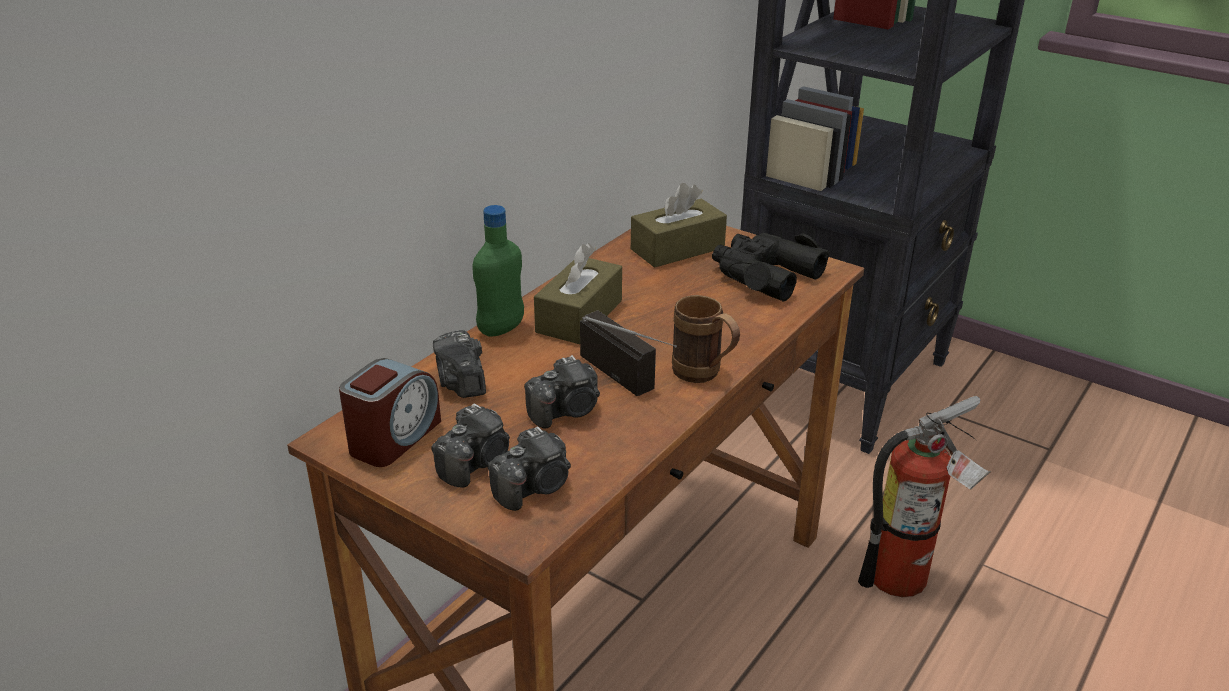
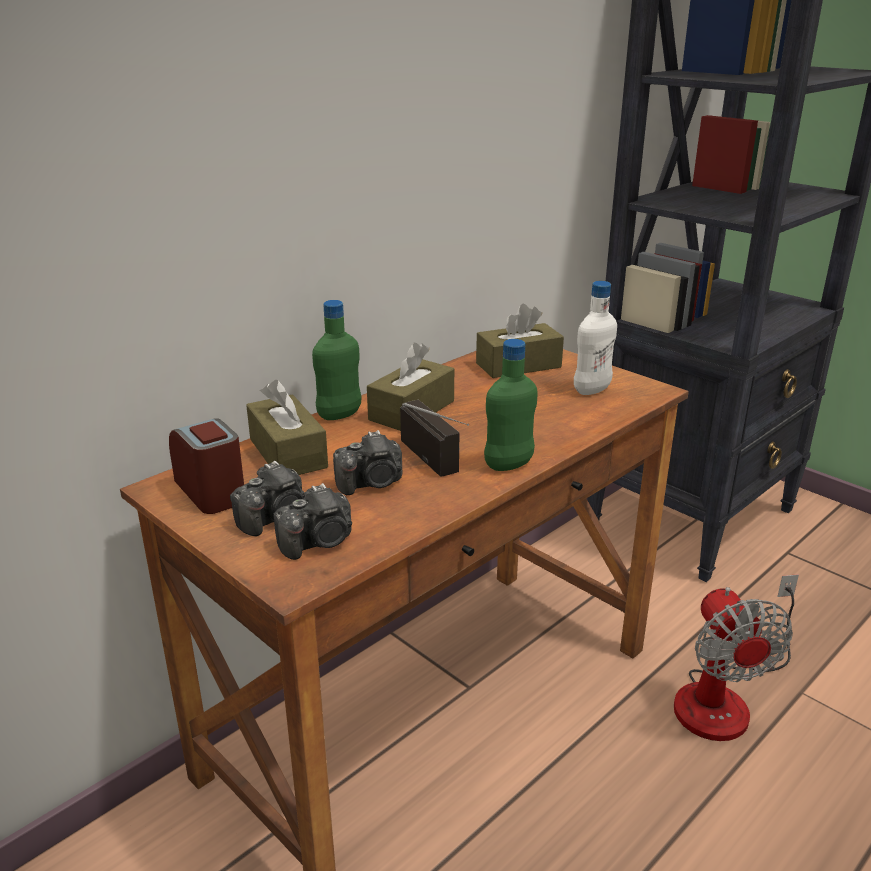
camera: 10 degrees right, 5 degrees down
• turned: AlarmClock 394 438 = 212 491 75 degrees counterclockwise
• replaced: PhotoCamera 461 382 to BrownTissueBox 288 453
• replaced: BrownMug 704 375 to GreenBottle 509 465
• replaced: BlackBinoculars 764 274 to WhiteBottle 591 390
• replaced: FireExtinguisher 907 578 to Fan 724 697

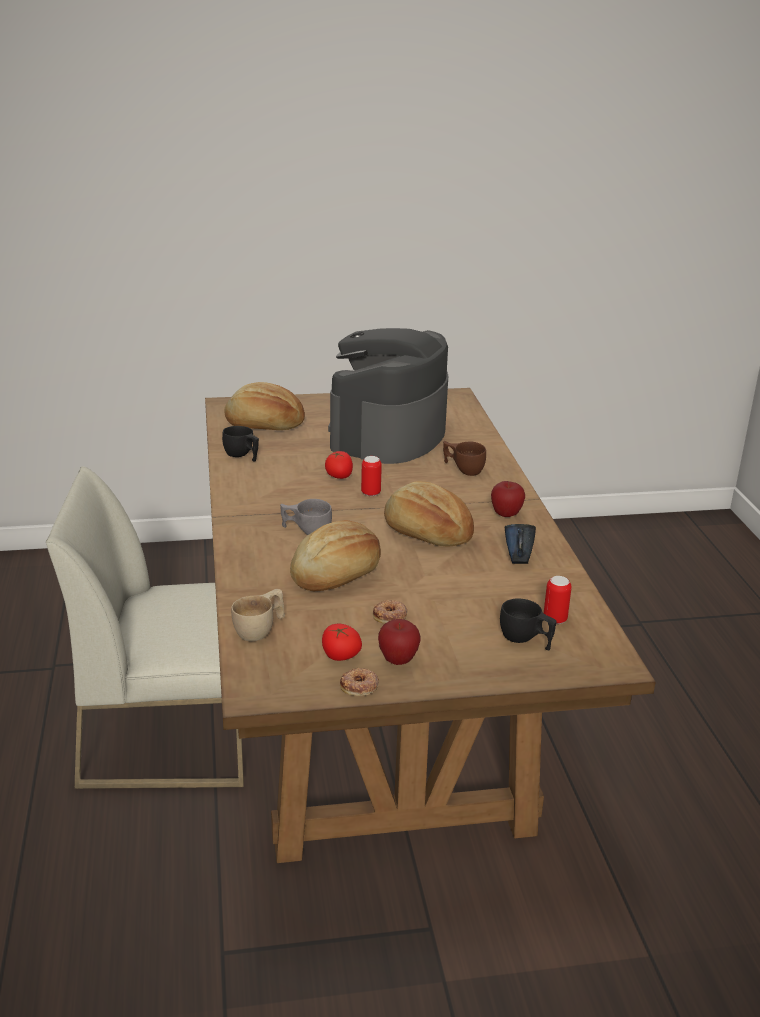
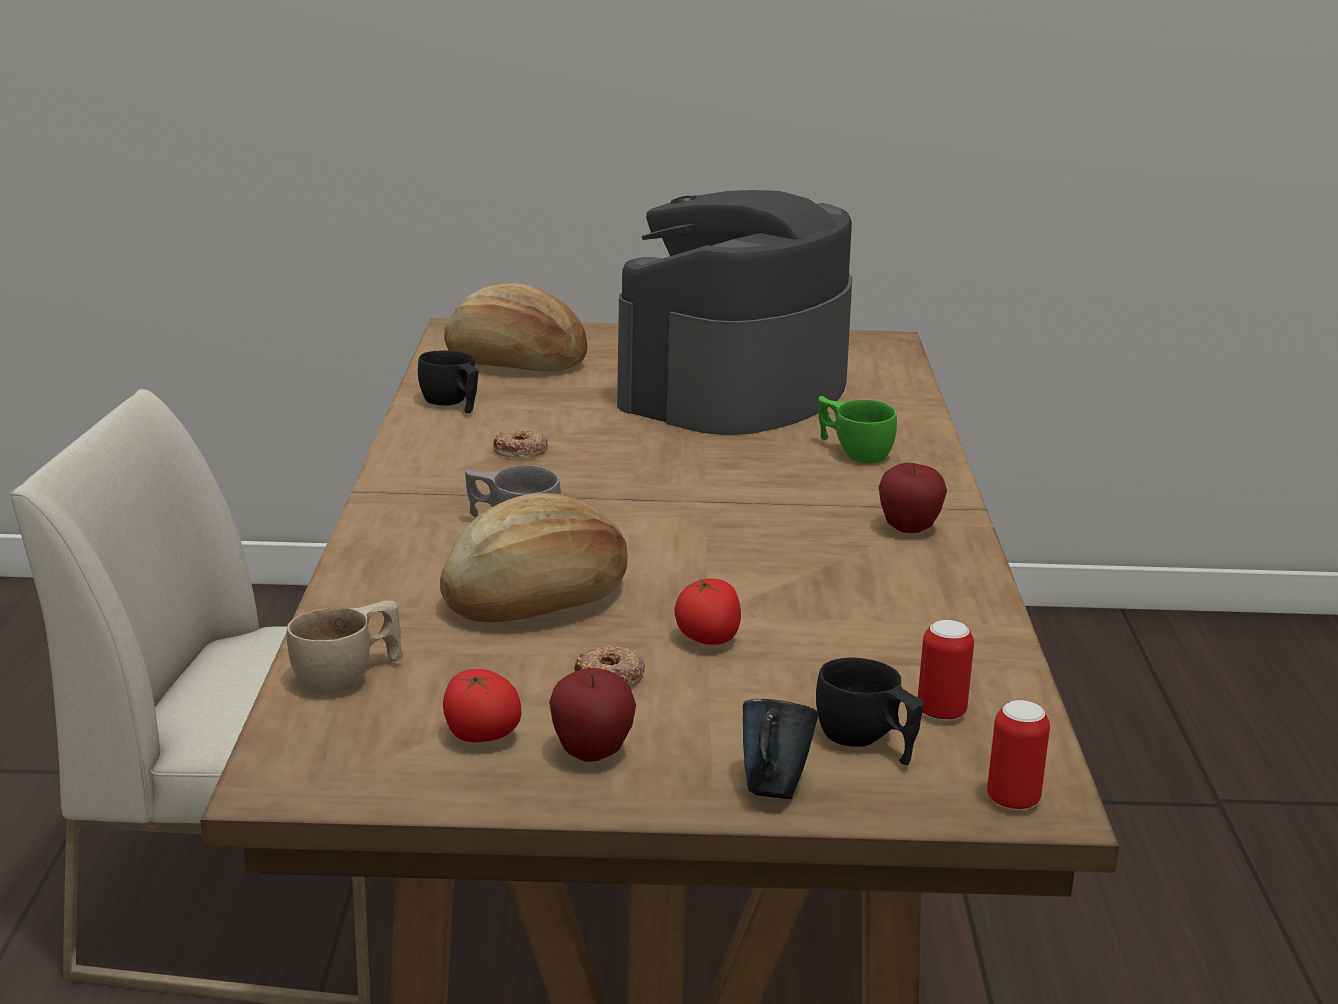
camera: 10 degrees right, 5 degrees down
• moved: Tomato 339 476 to 708 639
• moved: Donut 359 686 to 521 450
• moved: Can 370 493 to 1013 801
• removed: Bread 426 533
• recoloured: BrownCup 463 469 to GreenCup 853 452
• moved: BlueMug 517 560 to 772 789

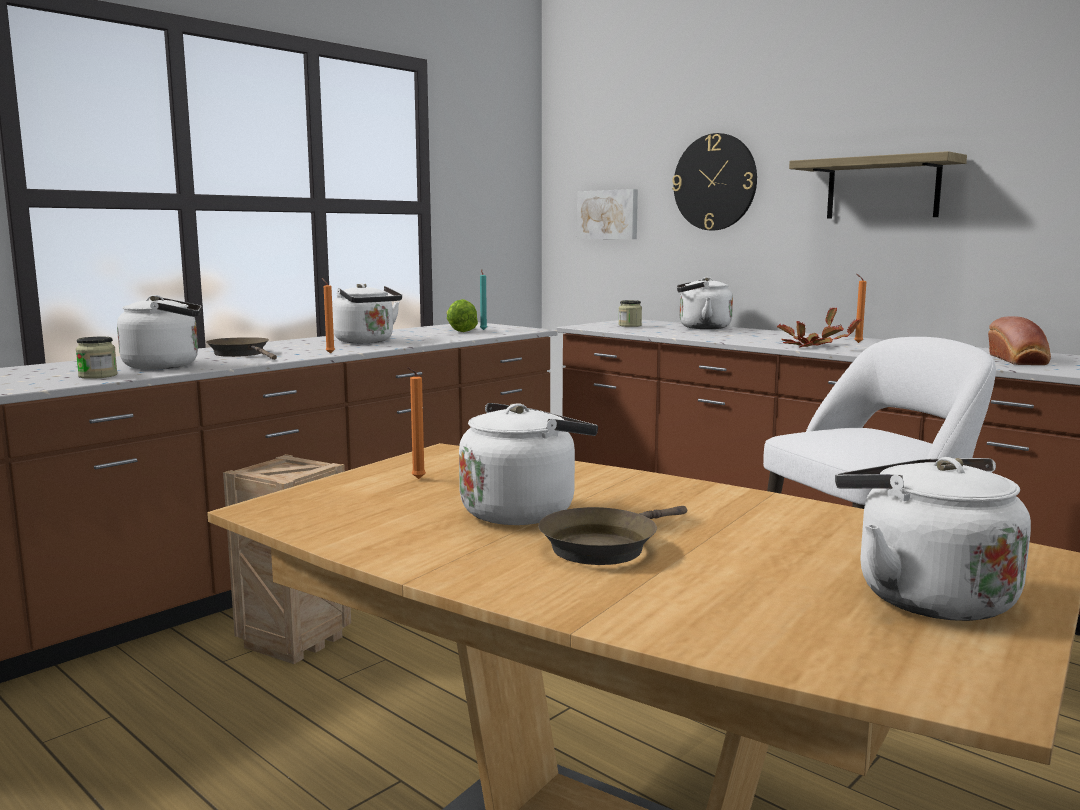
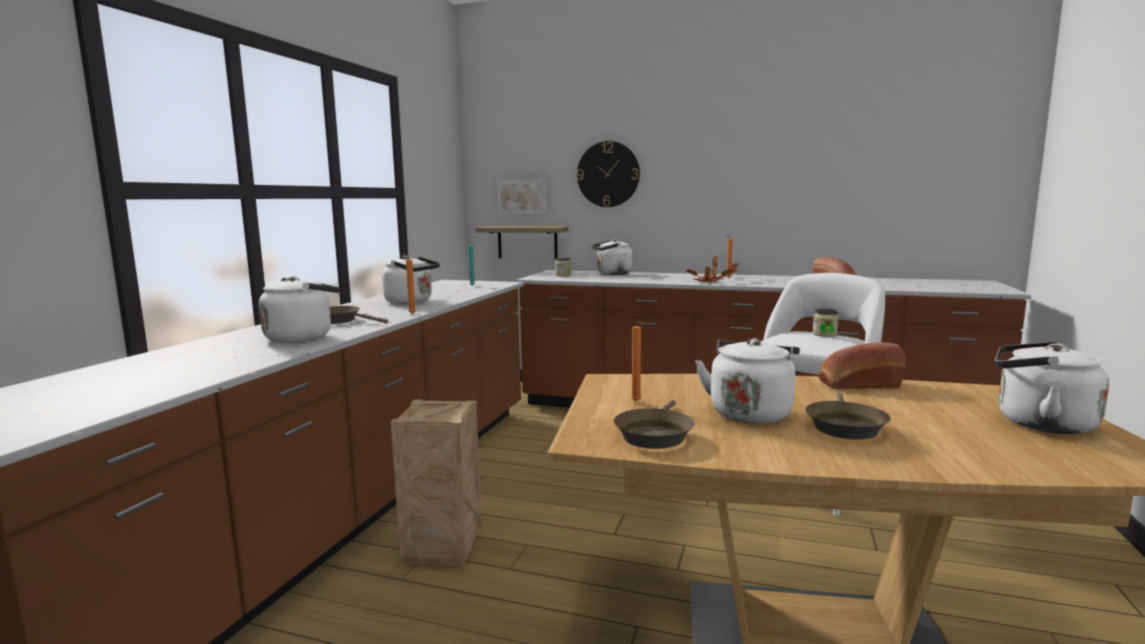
camera: 25 degrees left, 0 degrees up
• moved: Jar 98 376 to 824 334
• removed: Lettuce 459 331
• moved: Shelf 882 188 to 527 242
• added: BrownFryingPan 654 434
• added: Bread 857 384

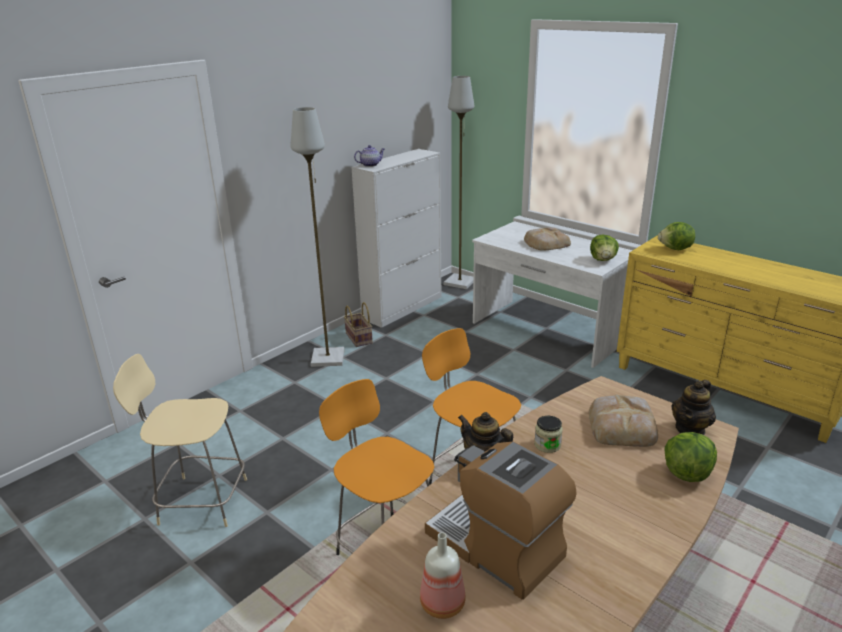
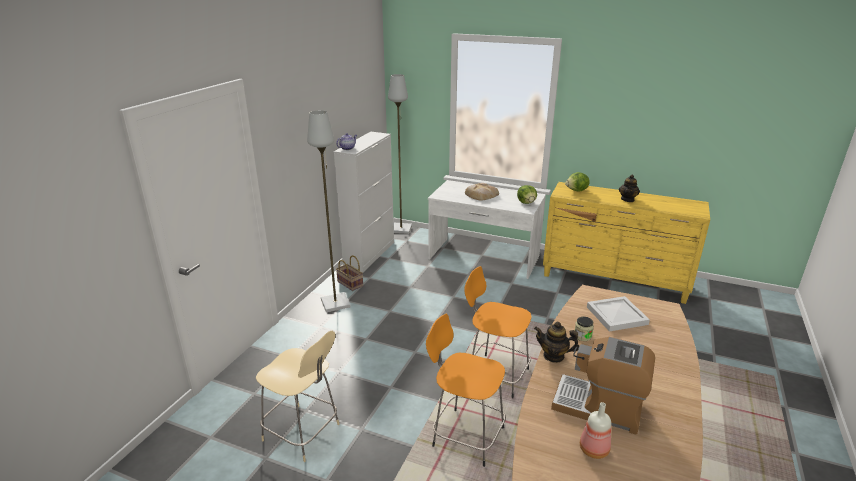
camera: 20 degrees left, 0 degrees up
• turned: BeigeChair 200 501 = 303 433 135 degrees counterclockwise
• replaced: Bread 622 426 to WhiteTray 617 315
• removed: Lettuce 687 473
• moved: Teapot 690 429 to 627 199

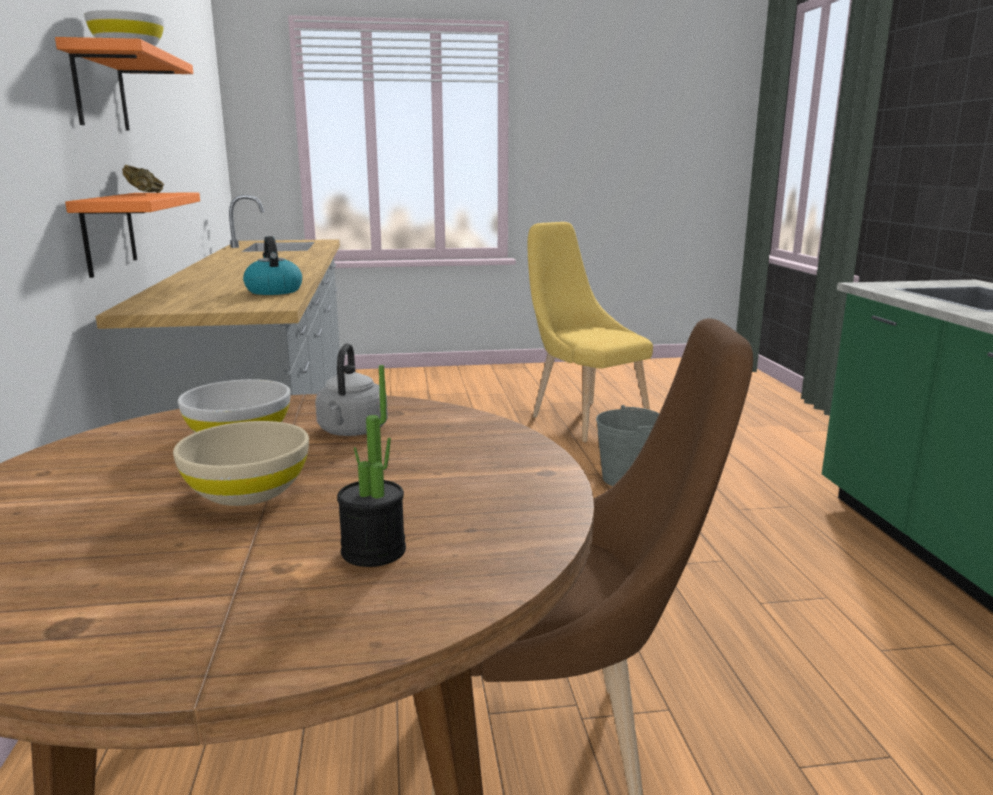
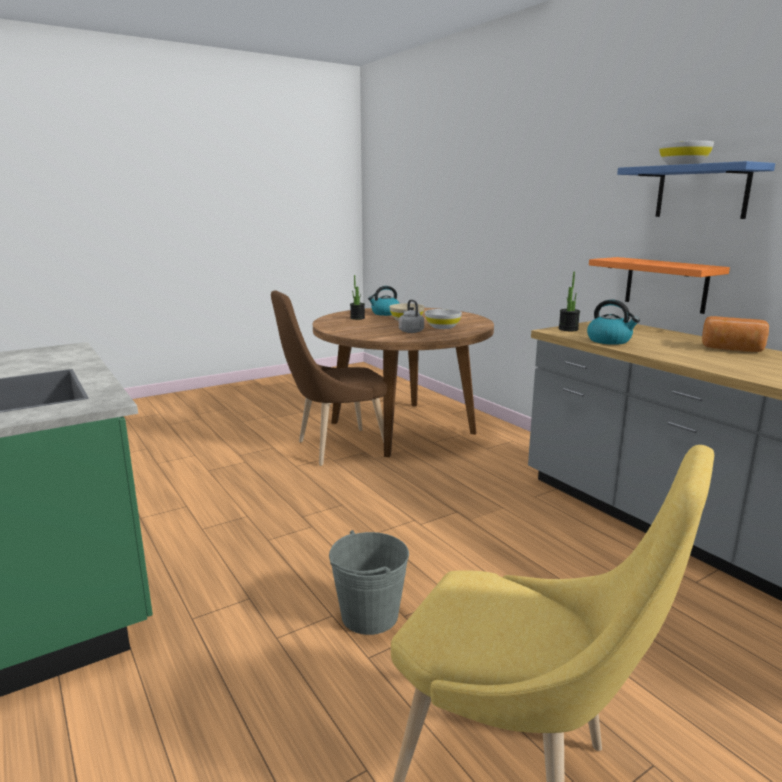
camera: 155 degrees right, 0 degrees up
• recoloured: OrangeShelf 100 90 to BlueShelf 701 192
• removed: BrownBowl 146 193
• added: Kettle 385 313
• added: PottedPlant 568 329
• added: Bread 732 349

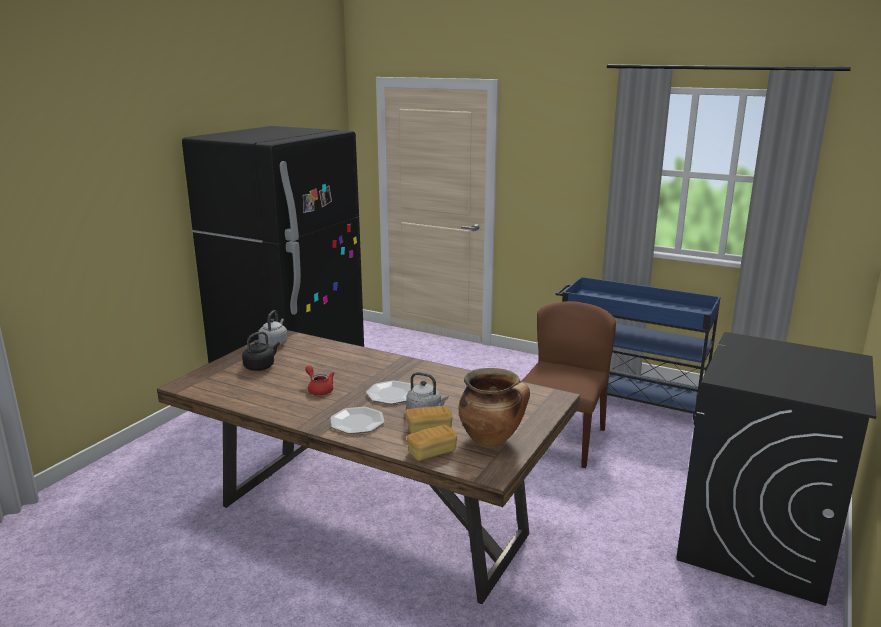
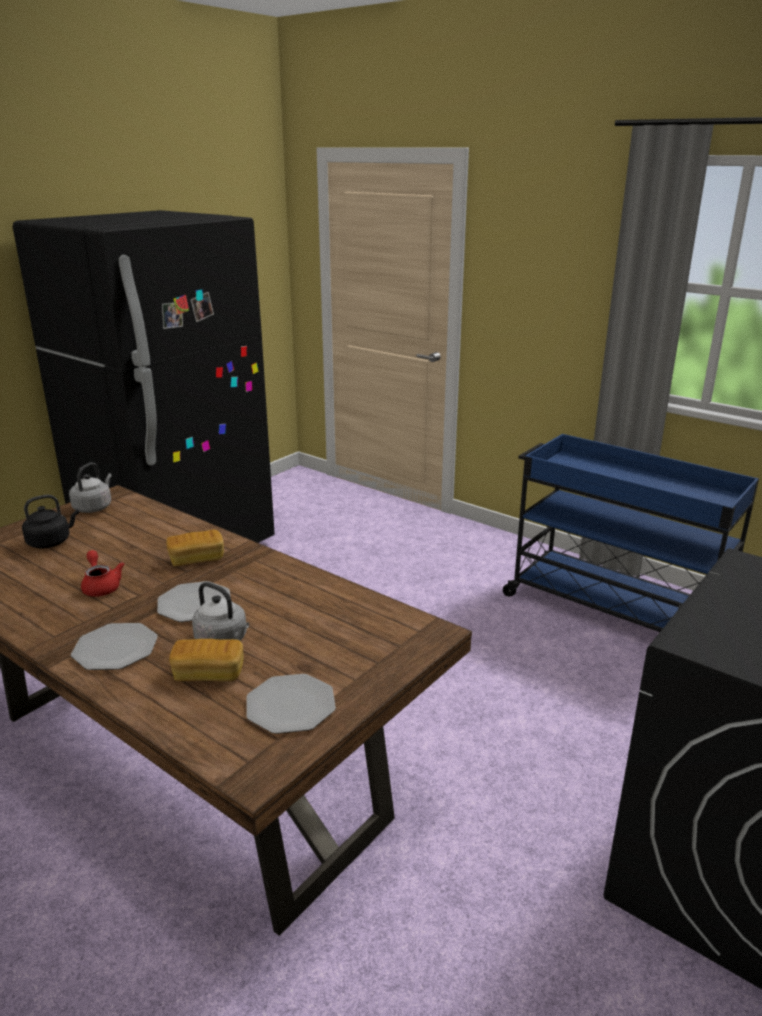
camera: 10 degrees right, 5 degrees up
• moved: Bread 432 452 to 196 559
• replaced: CookingPot 492 440 to Plate 291 705
• removed: BrownChair 561 440

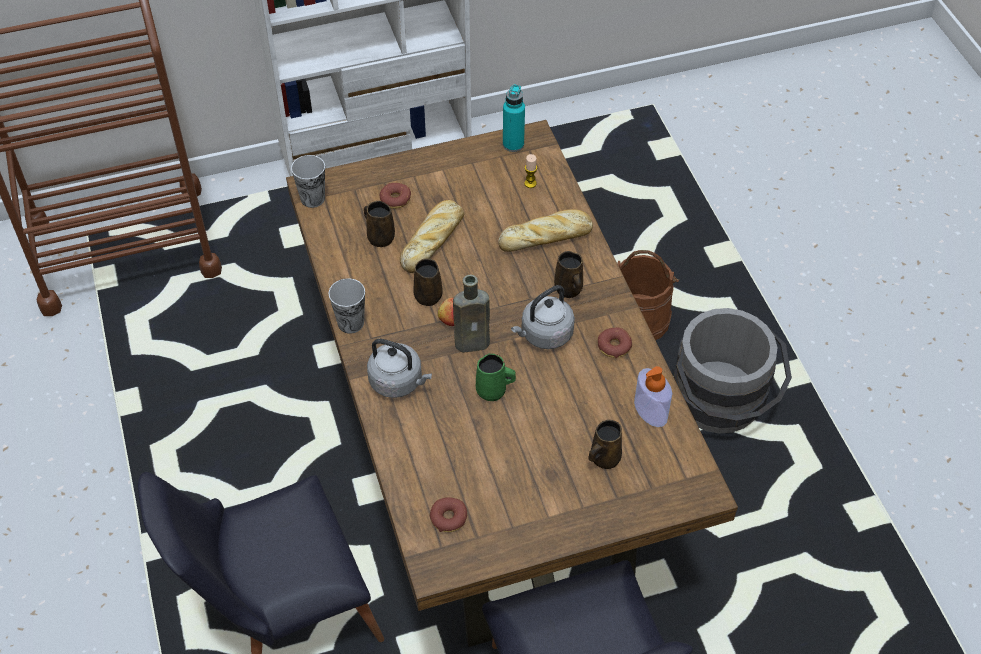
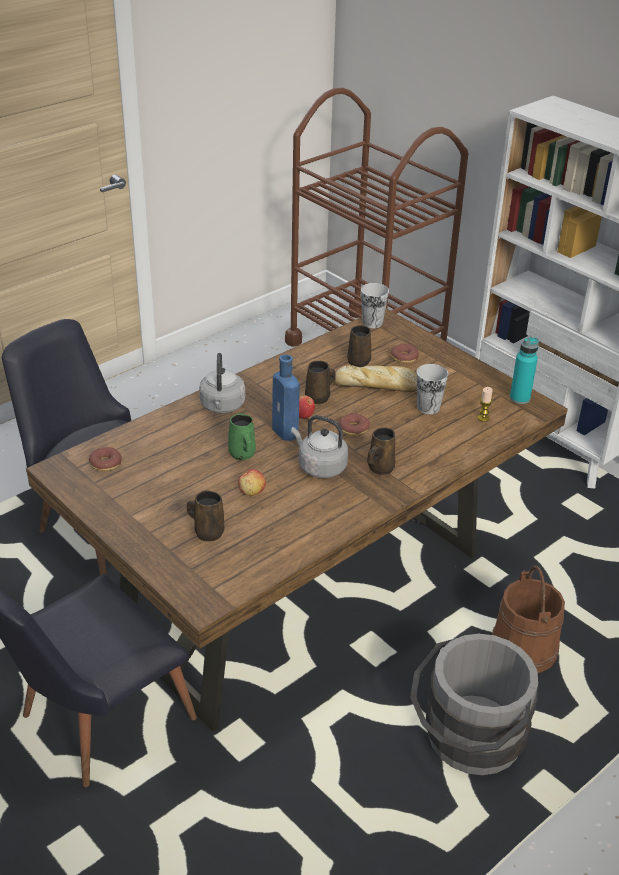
camera: 65 degrees right, 15 degrees down
• moved: Cup 350 323 to 428 407
• recoloured: BrownBottle 474 342 to BlueBottle 286 433
• removed: Bread 547 236
• moved: Donut 614 346 to 353 429
• removed: SoapDispenser 650 410
• added: Apple 252 491

